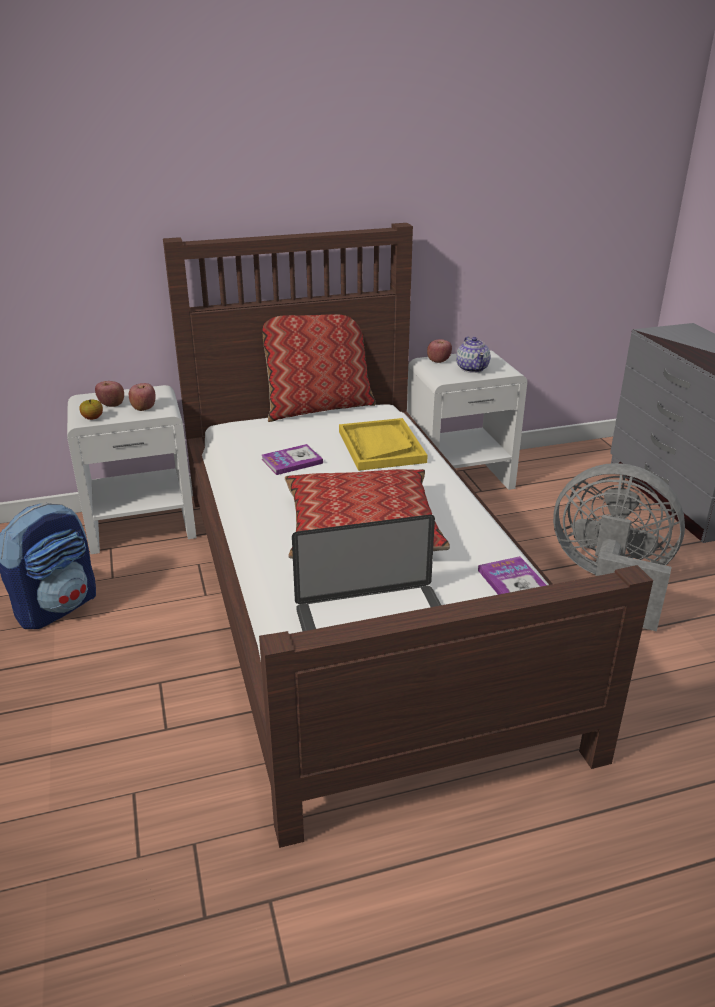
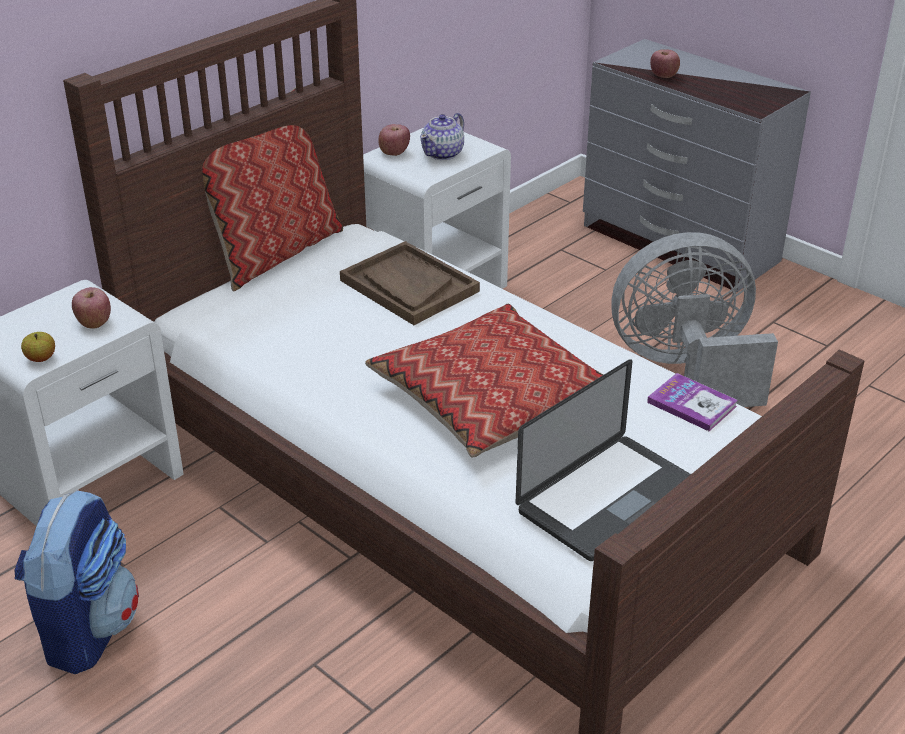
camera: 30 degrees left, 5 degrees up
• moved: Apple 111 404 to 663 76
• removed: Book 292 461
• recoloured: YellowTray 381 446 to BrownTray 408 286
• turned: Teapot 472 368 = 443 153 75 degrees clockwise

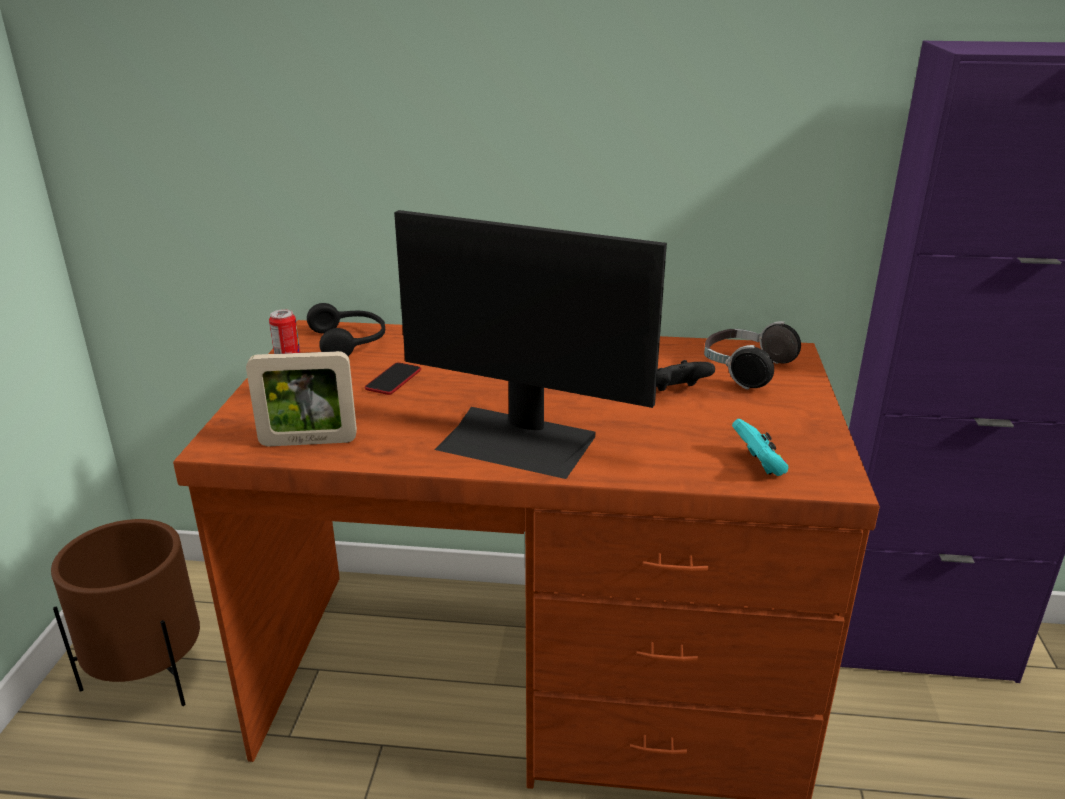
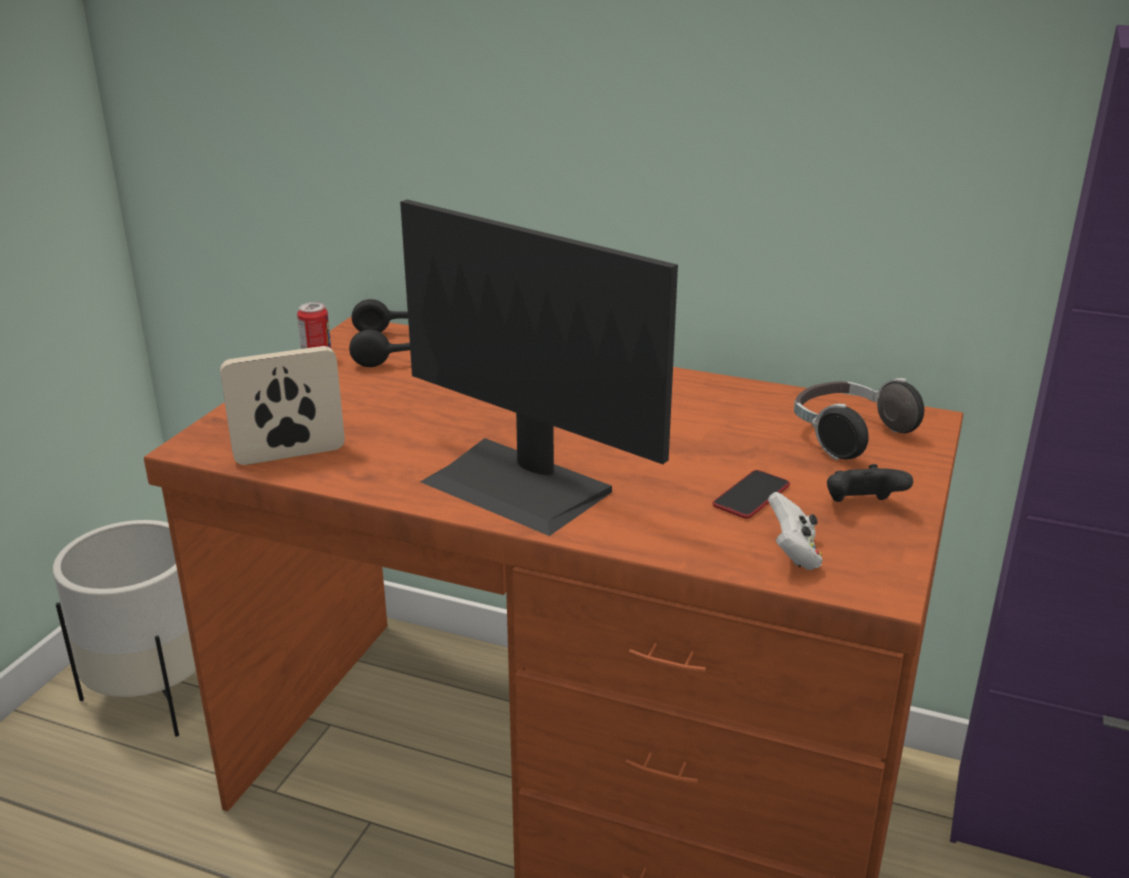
camera: 15 degrees right, 0 degrees up
• recoloured: BrownPlanter 149 674 to WhitePlanter 153 695
• turned: PictureFrame 308 441 = 290 454 150 degrees clockwise
• moved: Phone 393 380 to 751 496
• moved: BlackGameController 679 392 to 861 506
• recoloured: TurquoiseGameController 759 465 to WhiteGameController 793 554

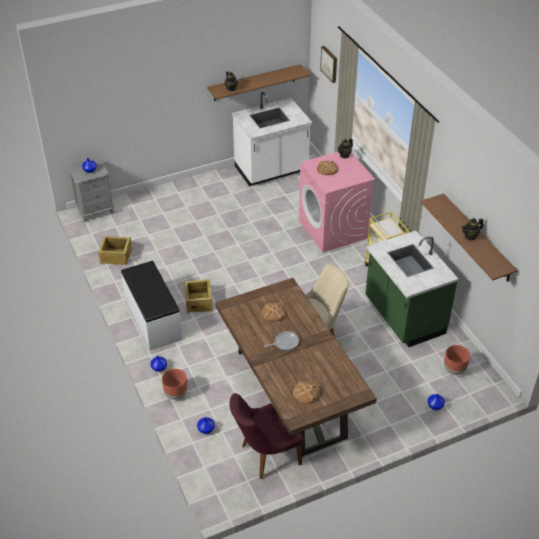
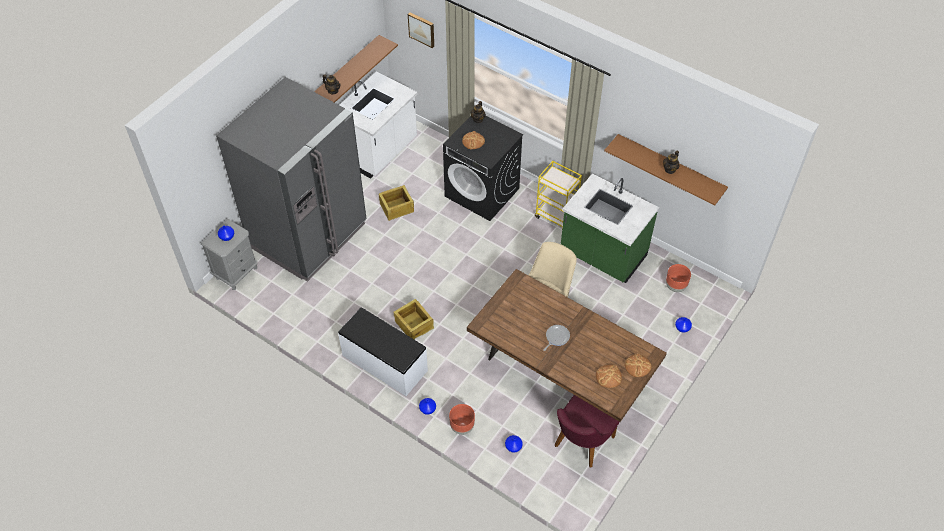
camera: 30 degrees left, 10 degrees up
• moved: Crate 116 256 to 396 207
• moved: Bread 273 313 to 637 366
• recoloured: PinkWashingMachine 333 229 to BlackWashingMachine 482 192
• added: GreyFridge 308 235

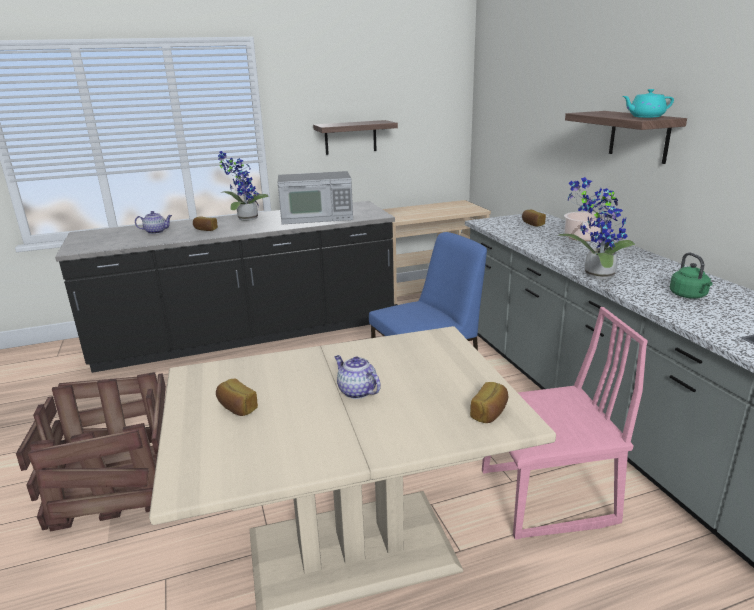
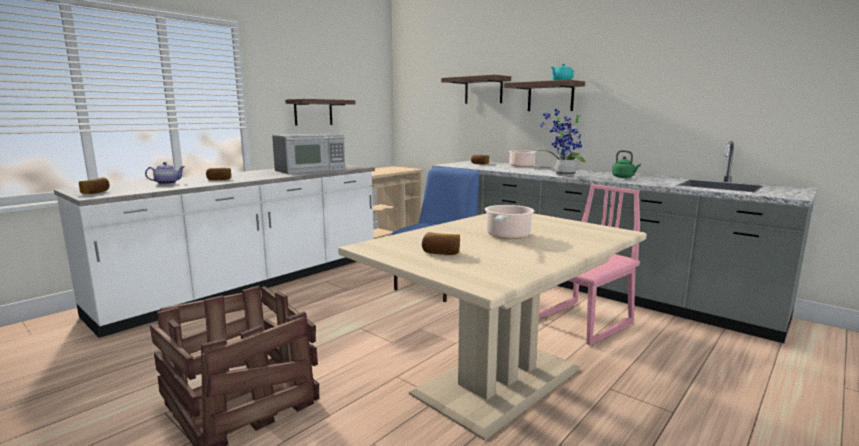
camera: 30 degrees left, 10 degrees down
• recoloured: BlackCounter 249 335 to WhiteCounter 251 284
• removed: PottedPlant 245 219
• replaced: Teapot 356 391 to CookingPot 507 236
• moved: Bread 490 413 to 96 192
• added: Shelf 483 90

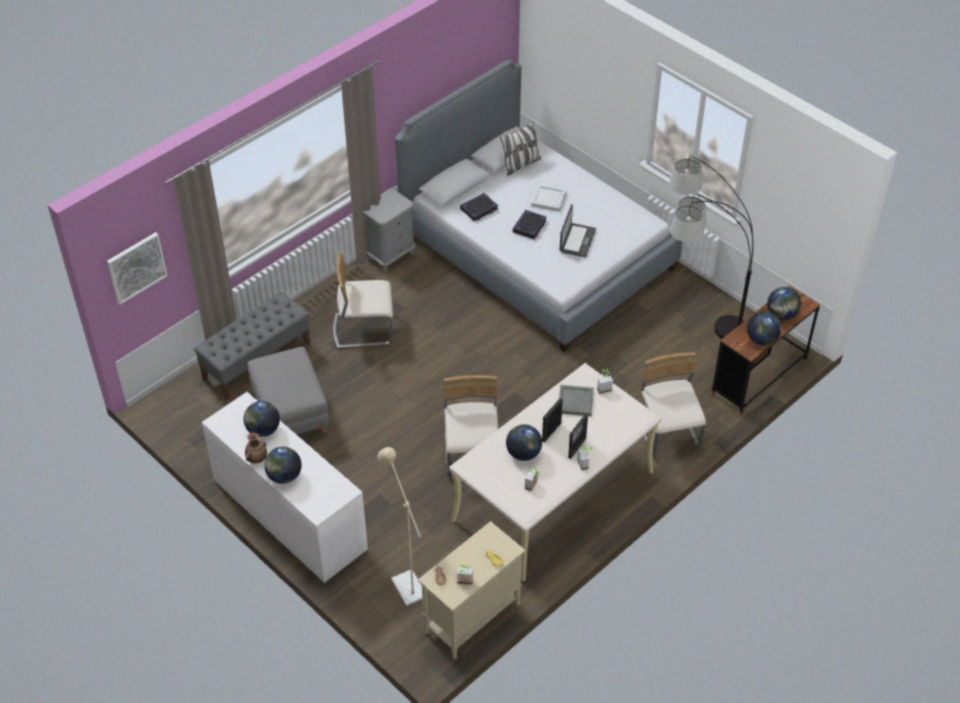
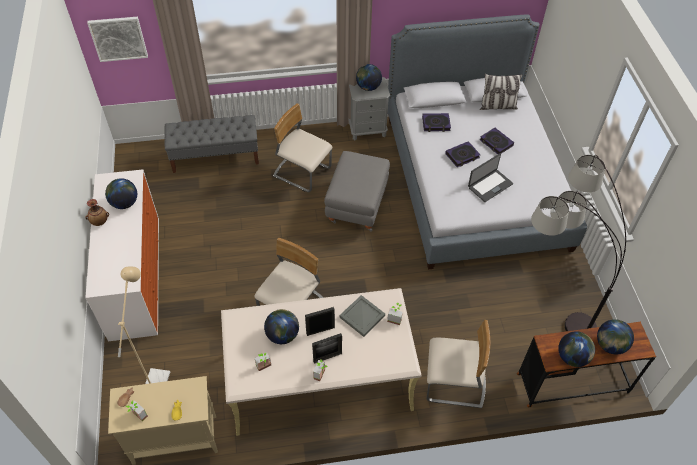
camera: 35 degrees right, 5 degrees up
• moved: GreyOttoman 290 414 to 356 205
• moved: Globe 284 476 to 368 87
• replaced: WhiteTray 549 199 to Book 496 143
• turned: BeigeChair 667 431 = 454 383 75 degrees clockwise

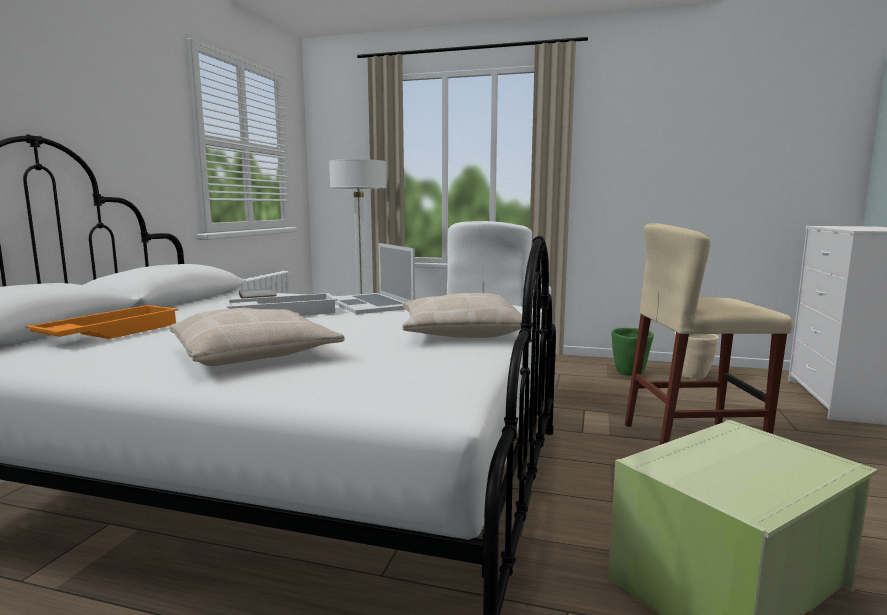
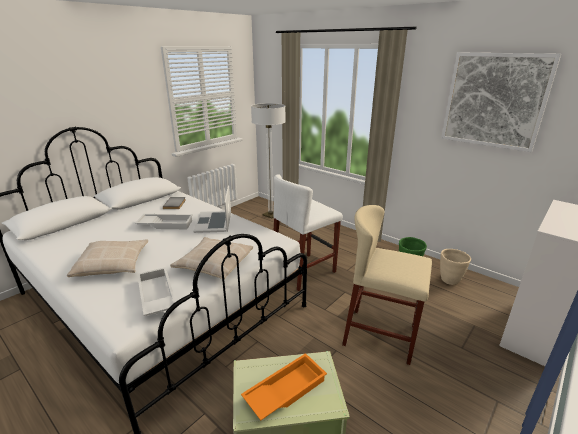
camera: 25 degrees right, 15 degrees up
• moved: OrangeTray 109 332 to 285 389
• added: WhiteTray 156 296
• added: Picture 494 101

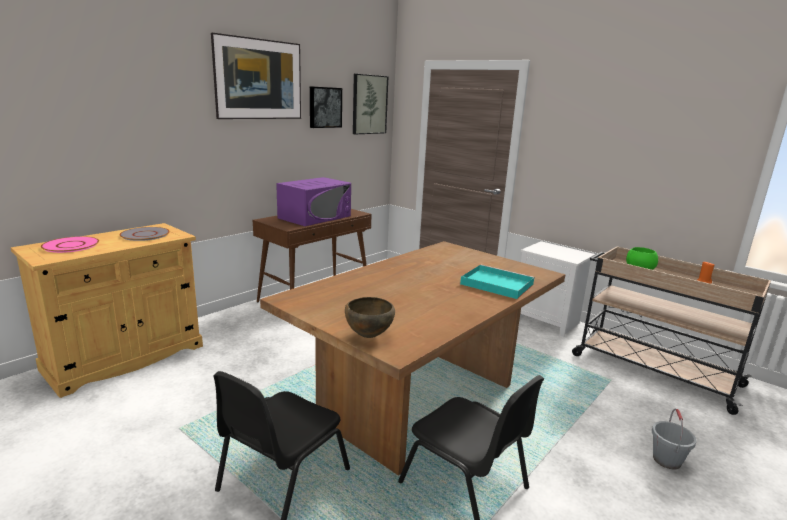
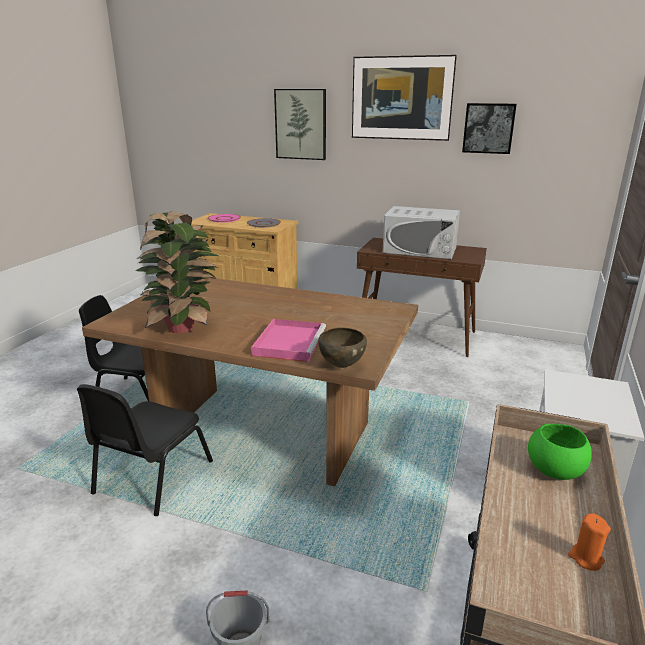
camera: 70 degrees right, 5 degrees up
• recoloured: PurpleMicrowave 315 217 to WhiteMicrowave 420 250
• moved: BrownBowl 368 336 to 341 365
• moved: Picture 369 104 to 301 124
• recoloured: TurquoiseTray 495 284 to PinkTray 289 342
• added: PottedPlant 183 326

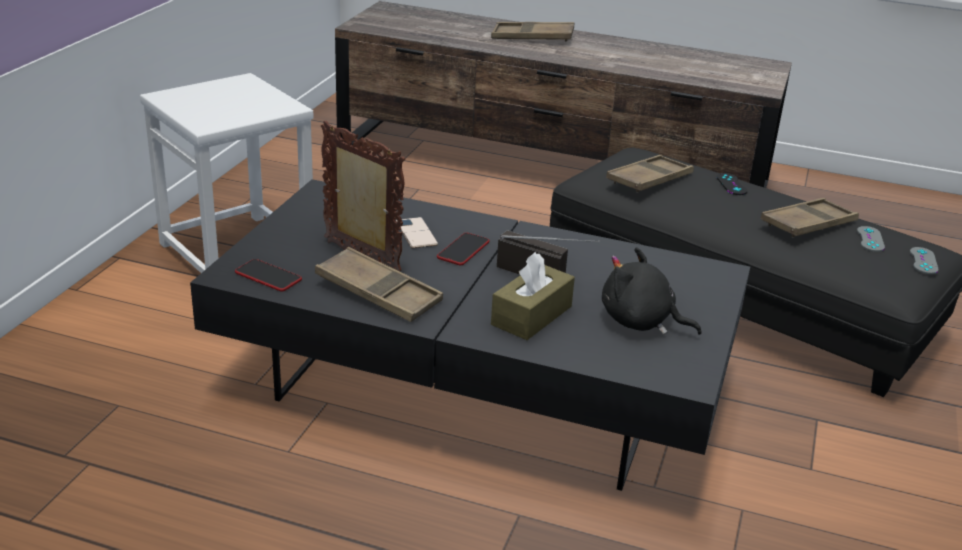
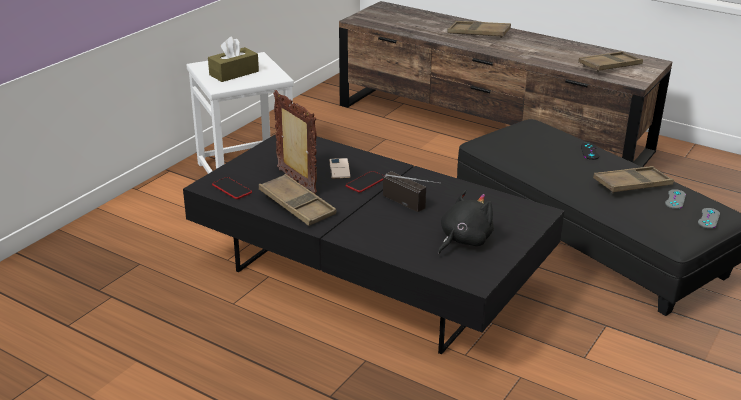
camera: 15 degrees right, 0 degrees up
• moved: BrownTissueBox 531 315 to 234 73
• turned: BlackPlushToy 640 322 = 463 240 90 degrees clockwise
• moved: BrownTray 649 180 to 610 66

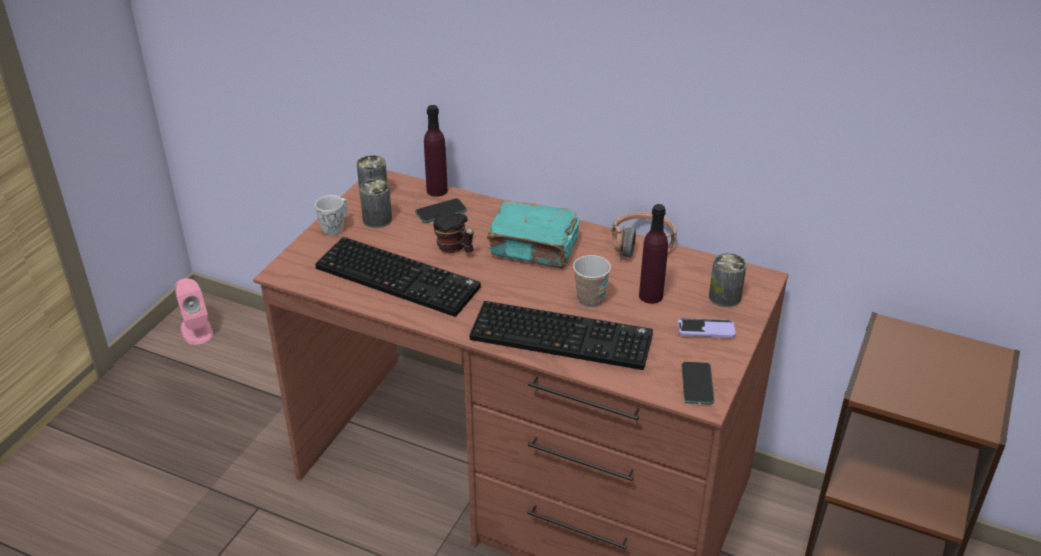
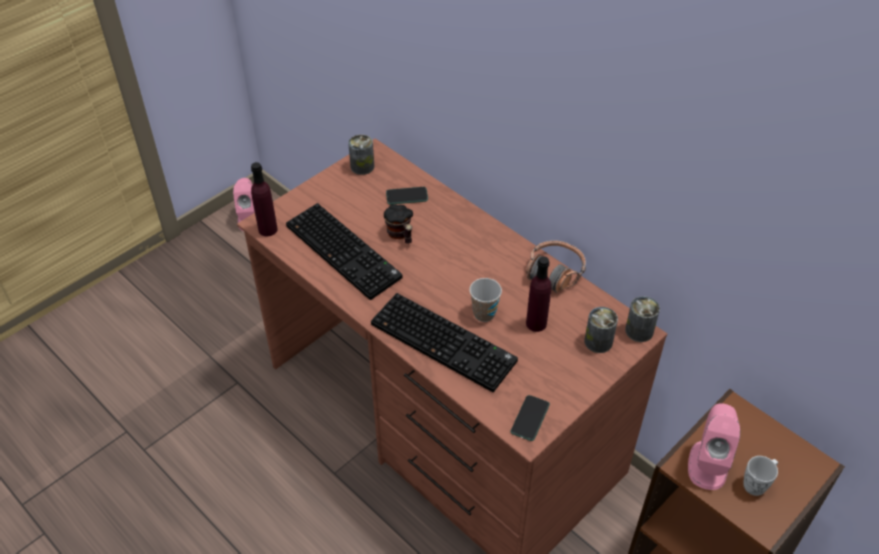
camera: 20 degrees right, 10 degrees up
• moved: WhiteMug 335 227 to 757 483
• moved: Can 377 219 to 639 331
• moved: PurpleBottle 437 190 to 268 229
• removed: TurquoiseBook 534 248
• removed: Phone 706 329
• added: PinkSpeaker 708 464

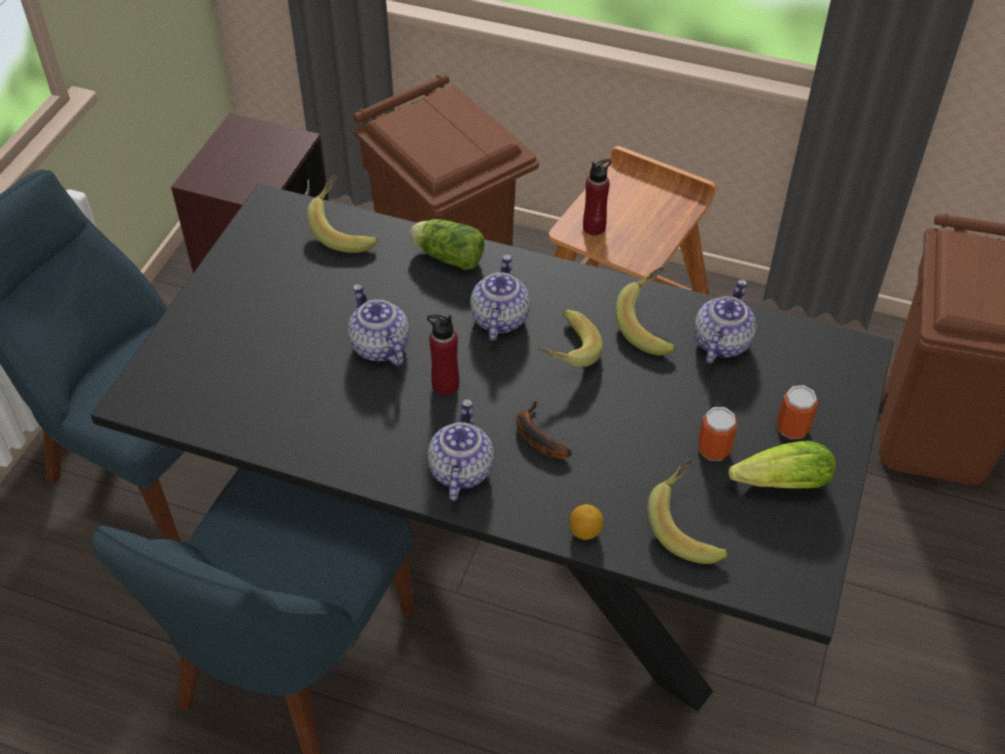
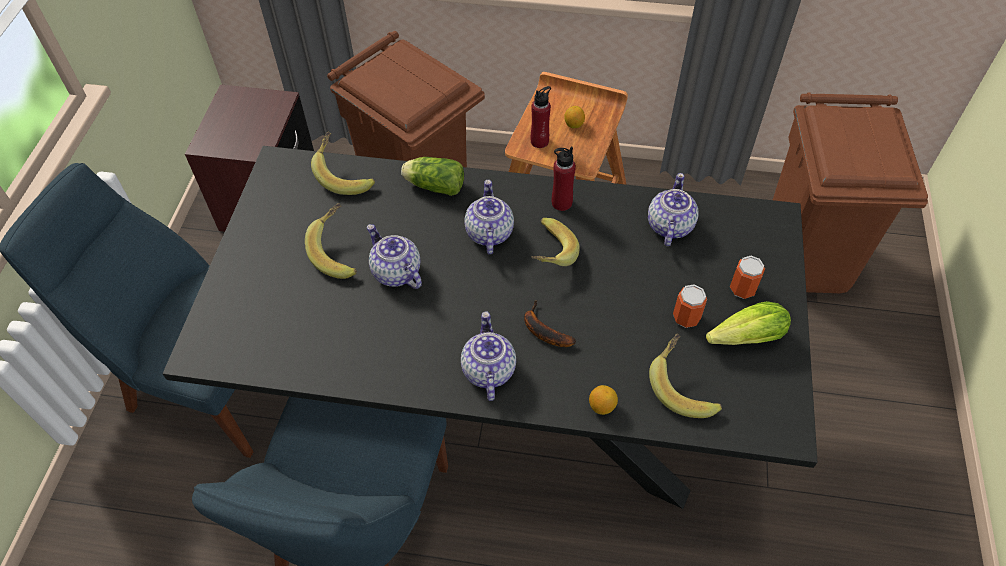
camera: 10 degrees left, 5 degrees up
• moved: RedBottle 445 385 to 561 203
• moved: Banana 652 325 to 339 252
• added: Lemon 573 124

